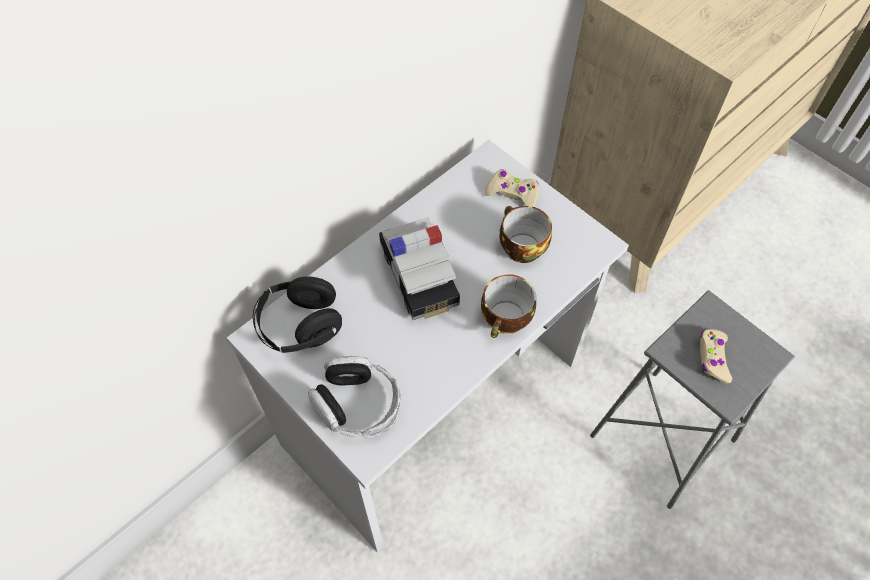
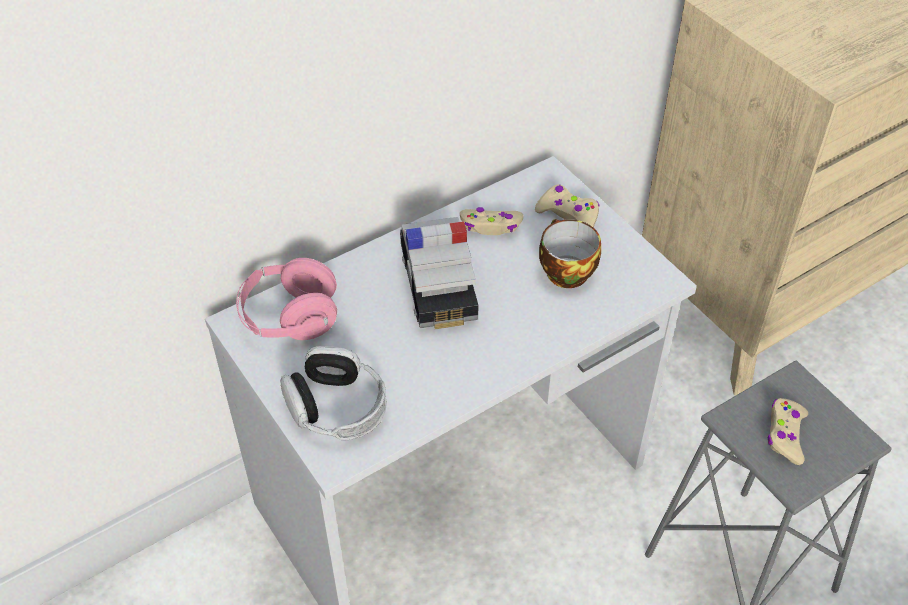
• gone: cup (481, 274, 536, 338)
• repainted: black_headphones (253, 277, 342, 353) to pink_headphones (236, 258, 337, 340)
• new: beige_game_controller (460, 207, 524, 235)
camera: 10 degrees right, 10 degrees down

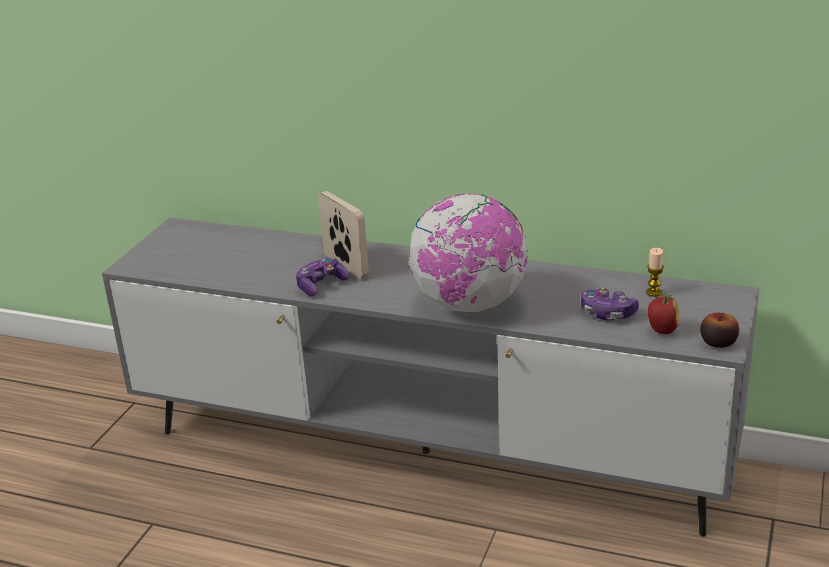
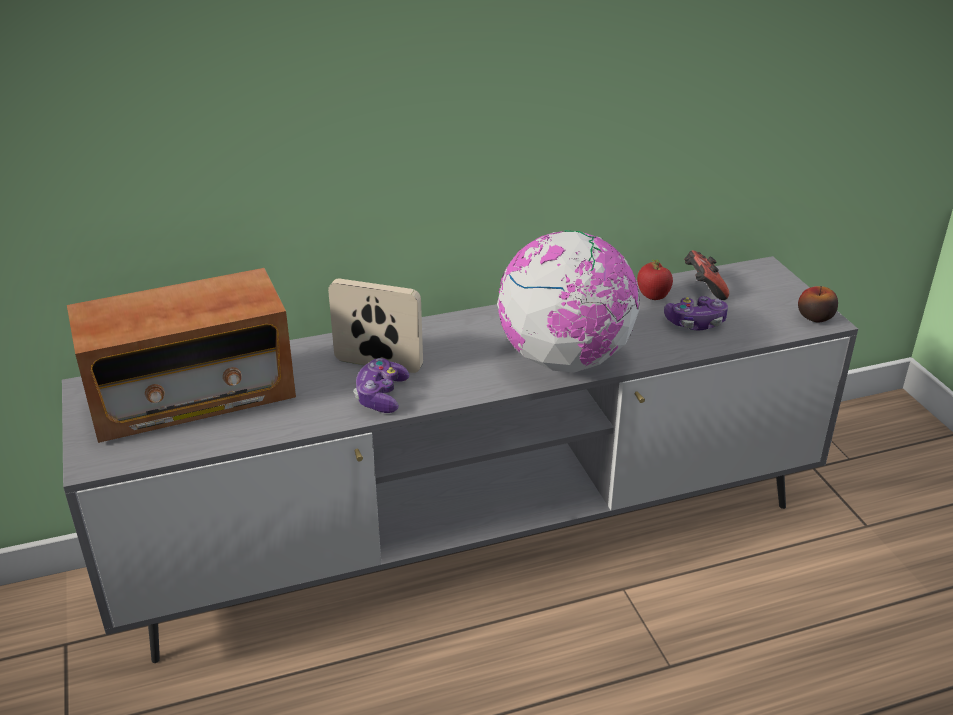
• swapped: candle (646, 248, 664, 297) to game_controller (684, 250, 729, 300)
• shifted: apple (647, 294, 679, 334) to (637, 260, 673, 300)
• new: radio (67, 268, 296, 443)
camera: 40 degrees left, 5 degrees up

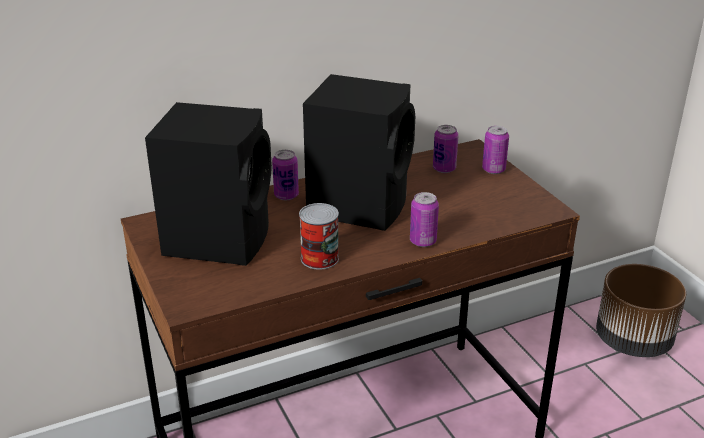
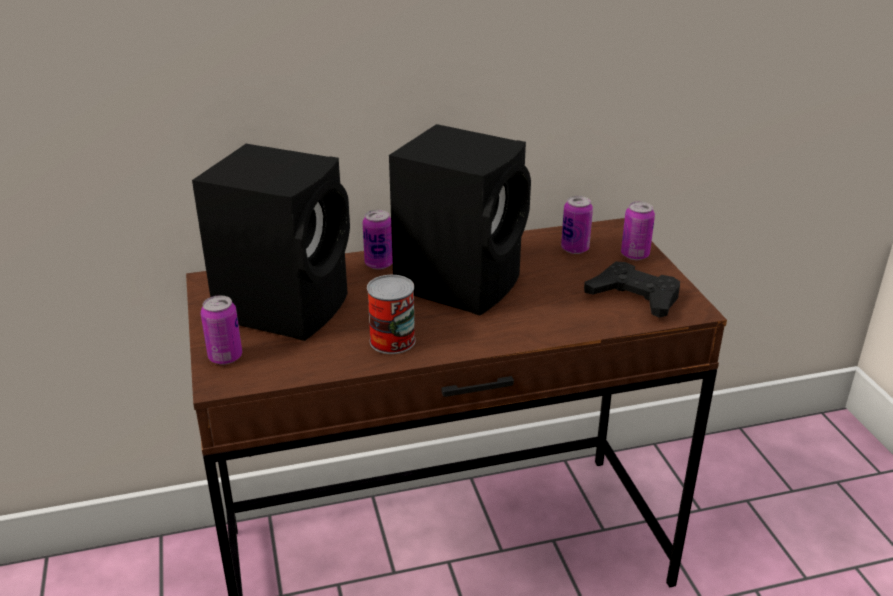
• shifted: can (410, 192, 439, 247) to (201, 295, 242, 365)
• gone: brown_planter (596, 264, 686, 357)
• new: black_game_controller (584, 262, 680, 318)
camera: 10 degrees right, 0 degrees up

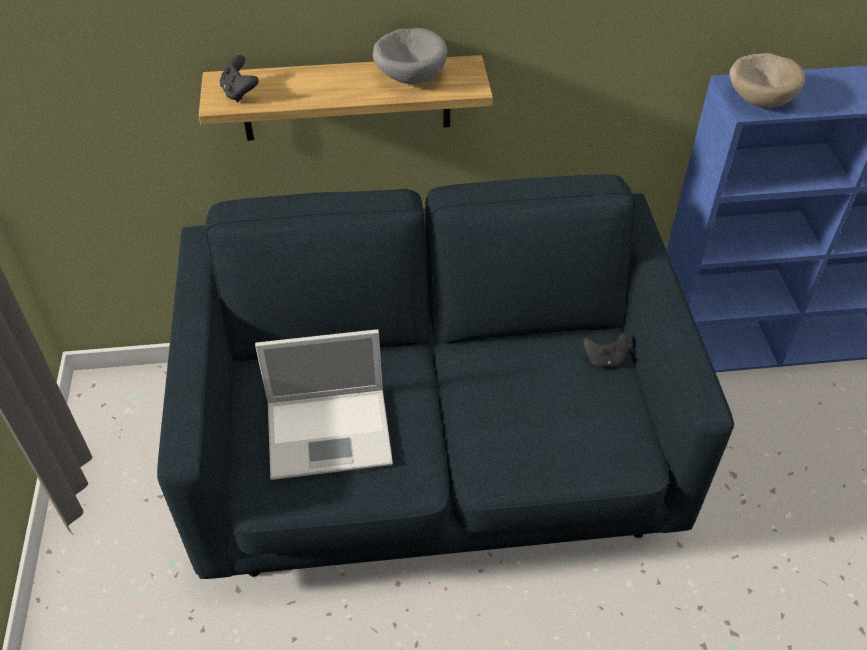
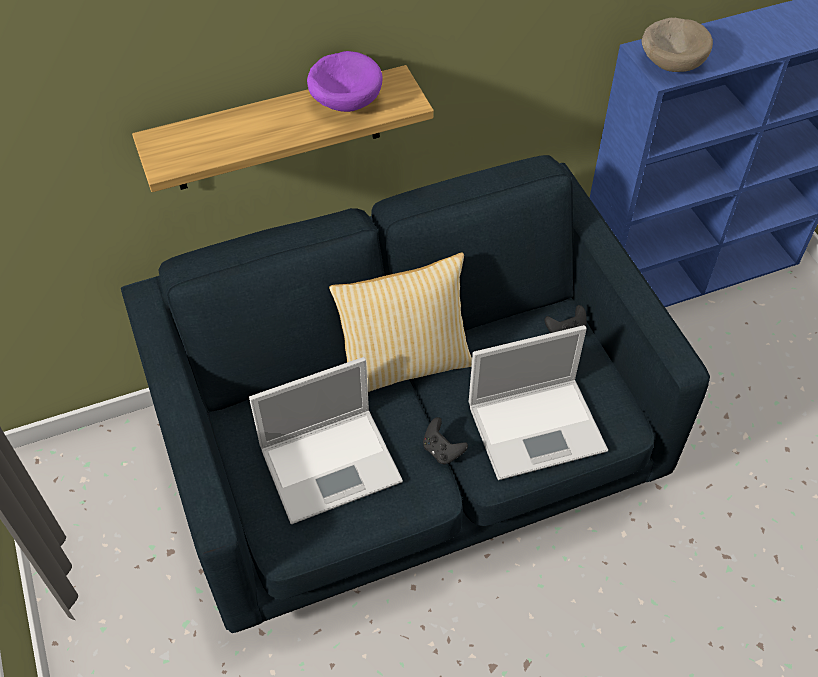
• repainted: grey_bowl (373, 28, 447, 84) to purple_bowl (307, 51, 382, 112)
• shifted: black_game_controller (220, 55, 259, 102) to (423, 417, 468, 464)
• new: pillow (329, 253, 472, 392)
• new: laptop (469, 325, 608, 480)
camera: 15 degrees left, 5 degrees up

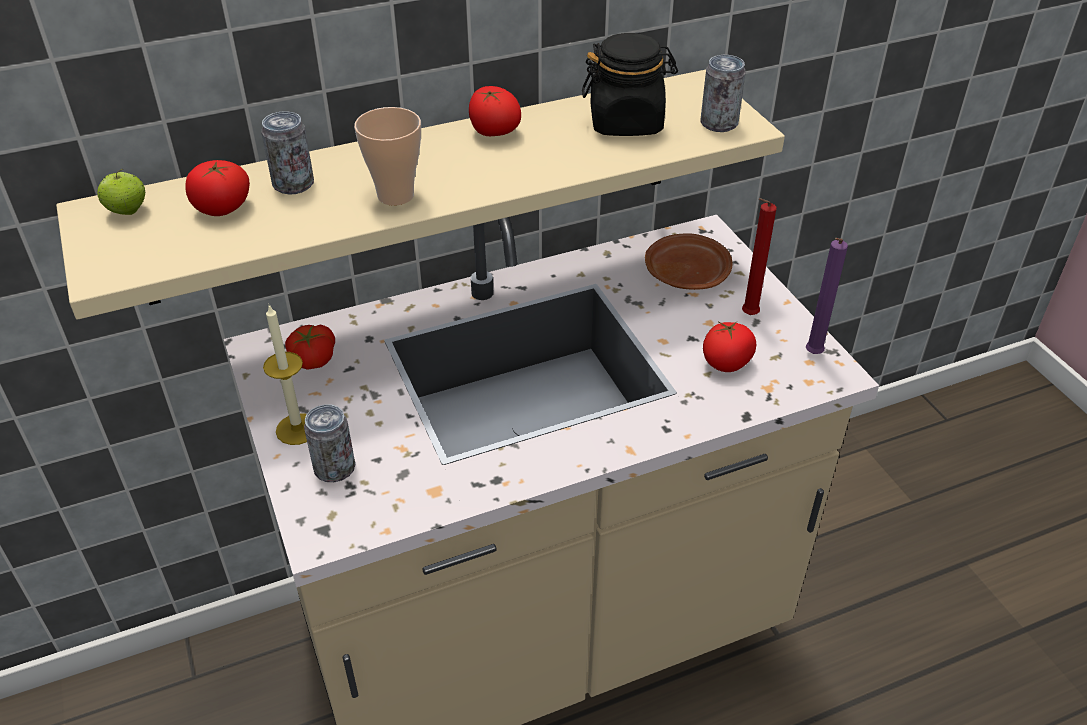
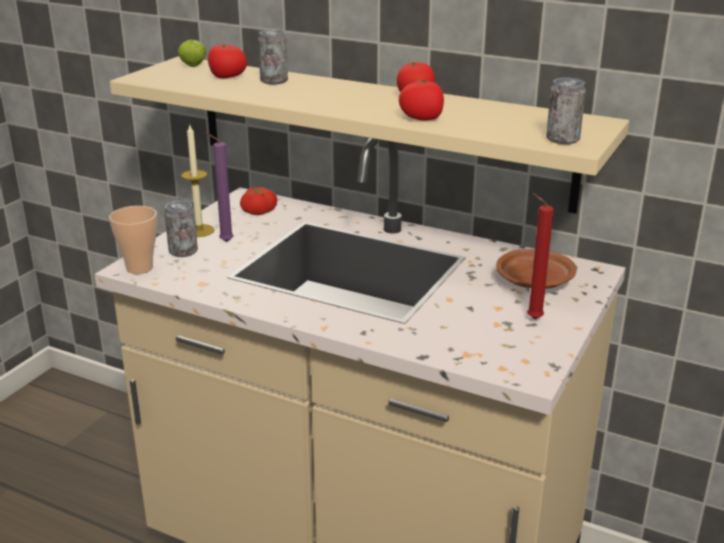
• gone: black_jar (582, 33, 678, 136)
• shifted: cup (354, 107, 421, 206) to (109, 206, 157, 274)
• shifted: purple_candle (806, 238, 848, 354) to (206, 133, 234, 242)
• shifted: tomato (703, 321, 756, 372) to (399, 79, 444, 121)
camera: 50 degrees right, 15 degrees down

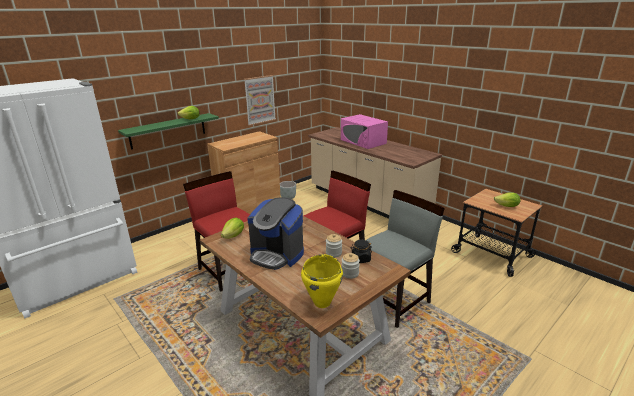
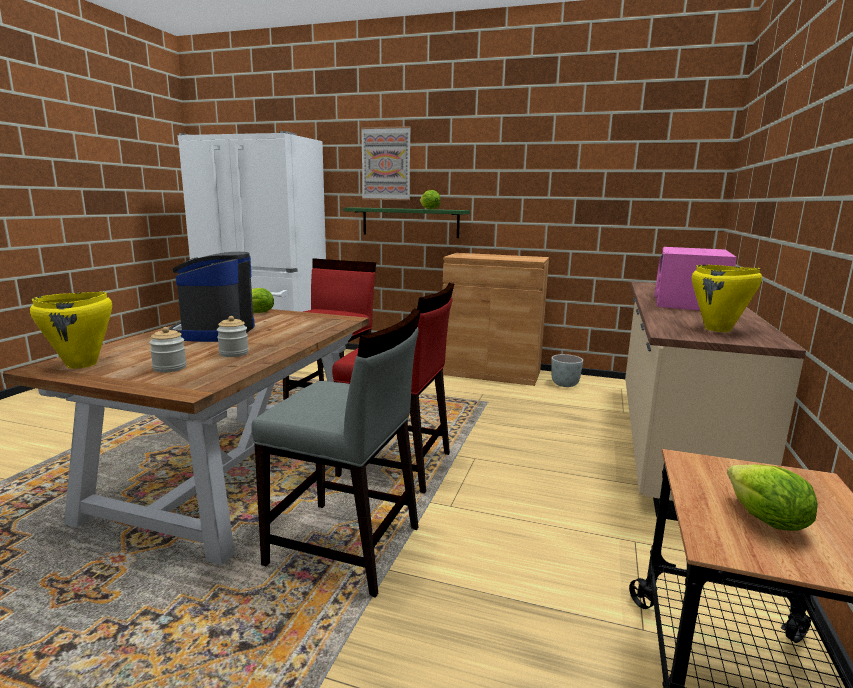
• shifted: picture (244, 75, 276, 126) to (361, 126, 411, 200)
• gone: black_jar (351, 240, 372, 263)
• new: yellow_cooking_pot (692, 265, 762, 332)
camera: 60 degrees right, 10 degrees down

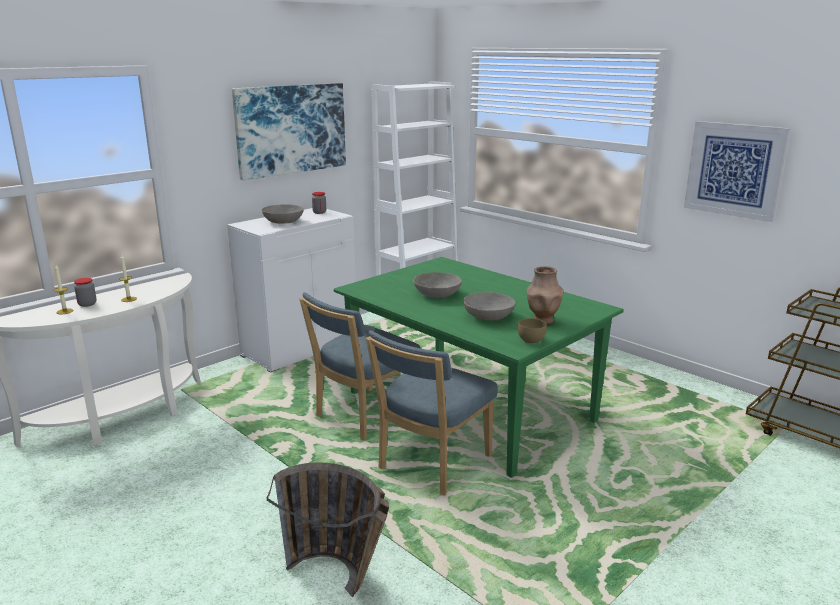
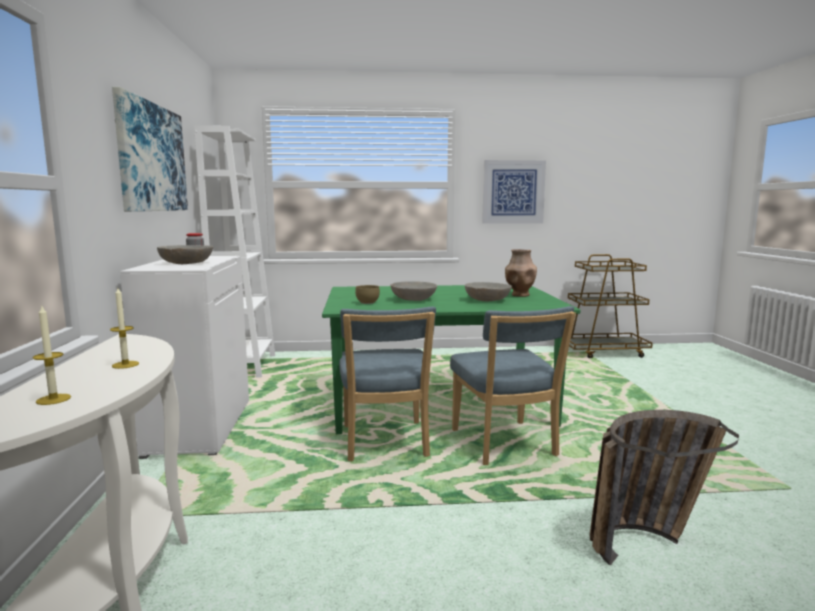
• gone: jar (74, 278, 97, 307)
• shifted: brown_bowl (518, 318, 547, 344) to (355, 285, 380, 304)
camera: 50 degrees left, 10 degrees down

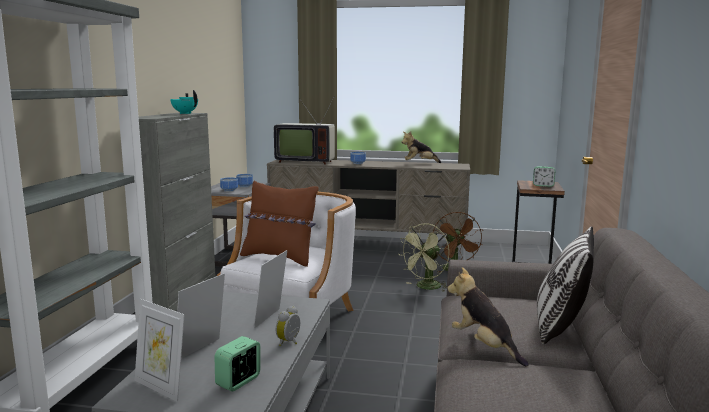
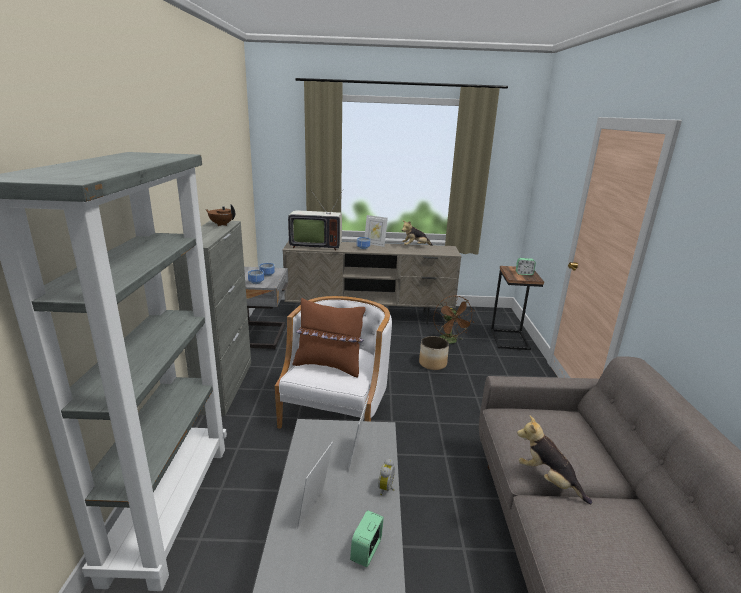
• repainted: turquoise_teapot (170, 90, 198, 114) to brown_teapot (205, 204, 235, 226)
• swapped: green_fan (399, 223, 449, 292) to planter (419, 336, 449, 370)
• gone: pillow (537, 226, 594, 344)
• shifted: picture_frame (134, 299, 185, 402) to (365, 215, 388, 247)
camera: 10 degrees left, 10 degrees up

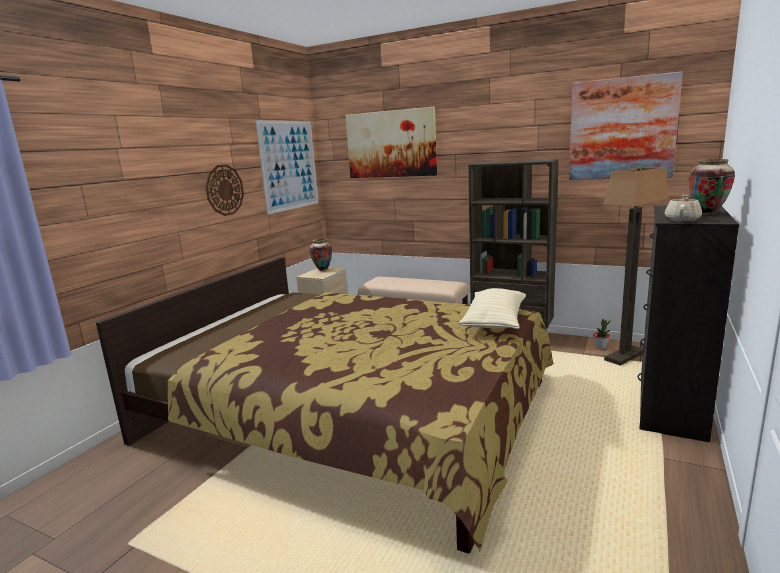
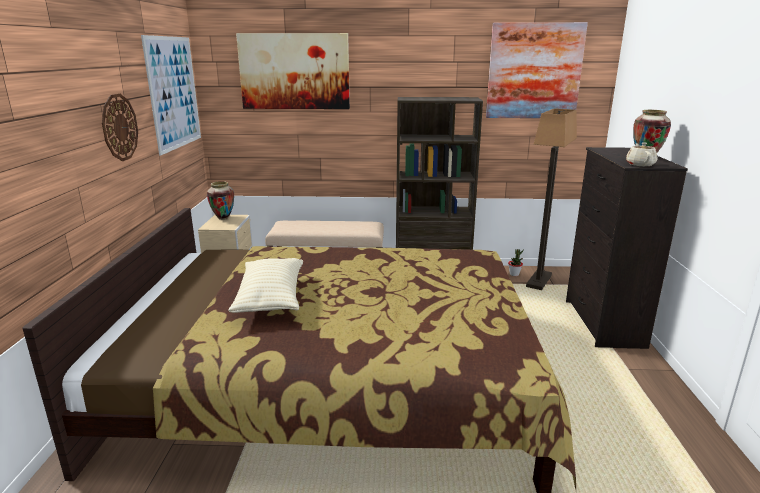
• shifted: beige_pillow (459, 288, 526, 329) to (228, 258, 303, 313)
camera: 25 degrees left, 5 degrees up

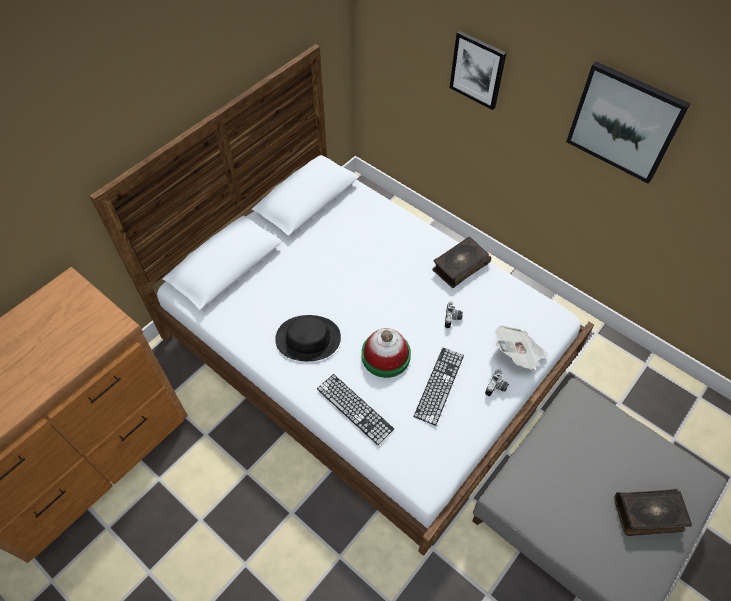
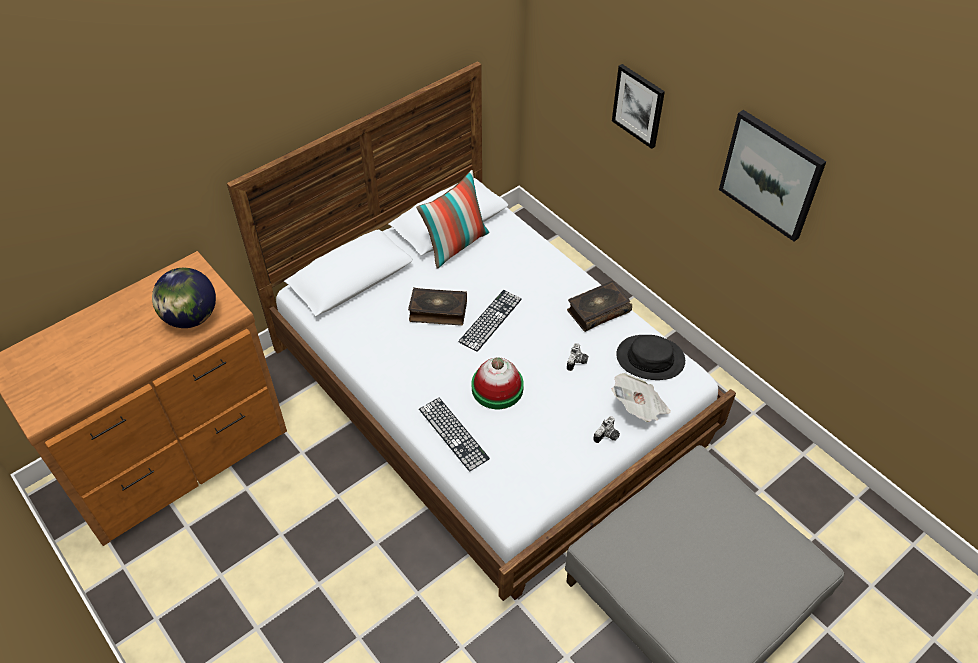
• shifted: black_hat (275, 315, 341, 361) to (616, 335, 685, 380)
• shifted: keyboard (414, 348, 464, 426) to (458, 290, 522, 352)
• shifted: book (614, 489, 692, 536) to (408, 287, 467, 325)
• new: pillow (416, 170, 490, 269)
• new: globe (152, 268, 216, 328)
camera: 10 degrees right, 5 degrees down

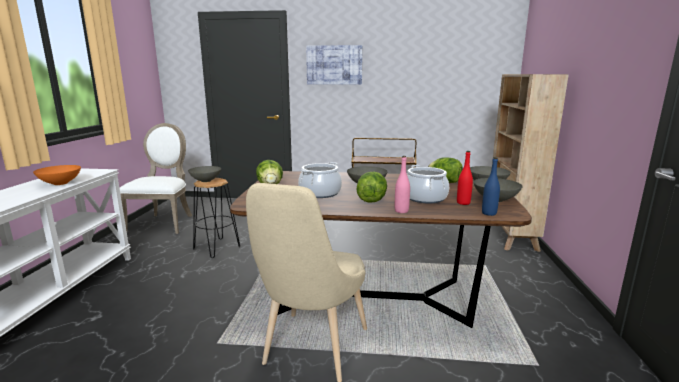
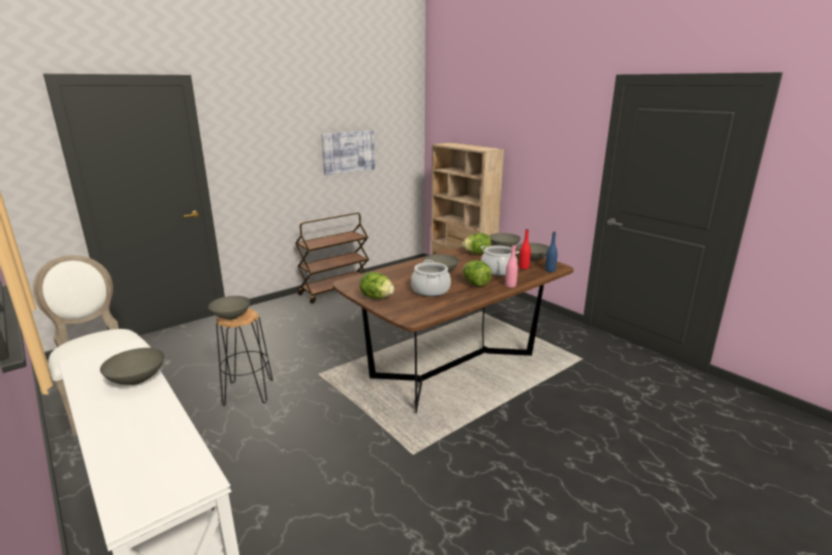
• shifted: picture (306, 45, 362, 85) to (321, 130, 375, 175)
• repainted: orange_bowl (33, 165, 81, 185) to grey_bowl (100, 348, 164, 385)
• gone: beige_chair (246, 183, 367, 382)
camera: 45 degrees left, 5 degrees up

